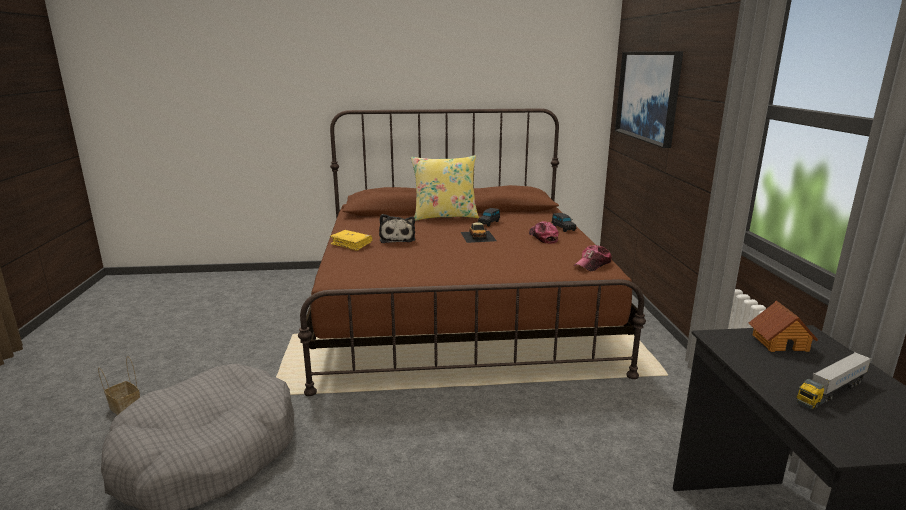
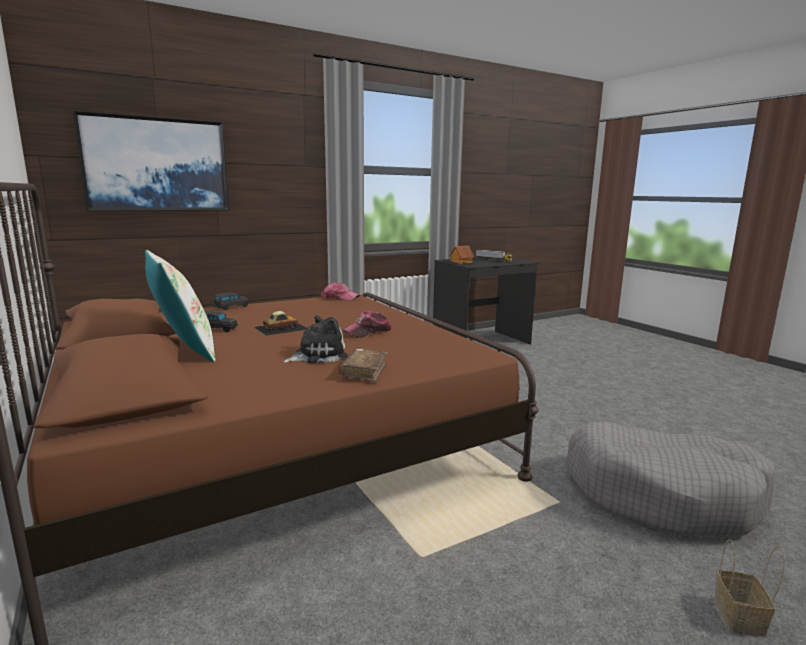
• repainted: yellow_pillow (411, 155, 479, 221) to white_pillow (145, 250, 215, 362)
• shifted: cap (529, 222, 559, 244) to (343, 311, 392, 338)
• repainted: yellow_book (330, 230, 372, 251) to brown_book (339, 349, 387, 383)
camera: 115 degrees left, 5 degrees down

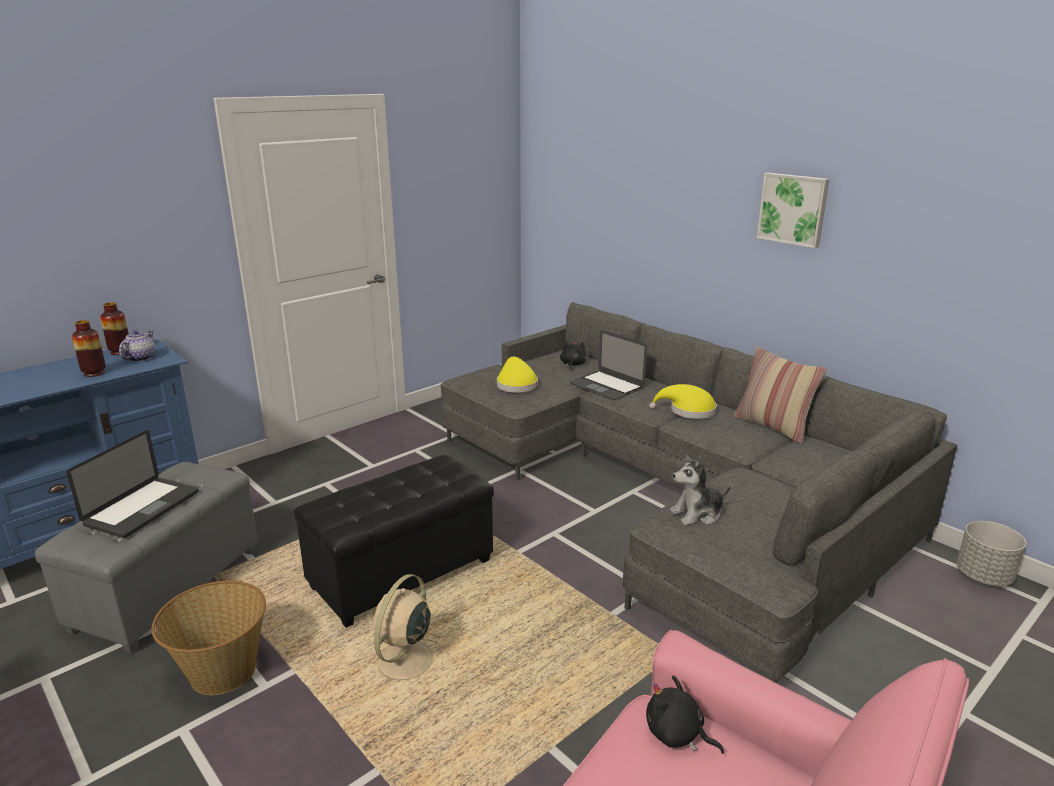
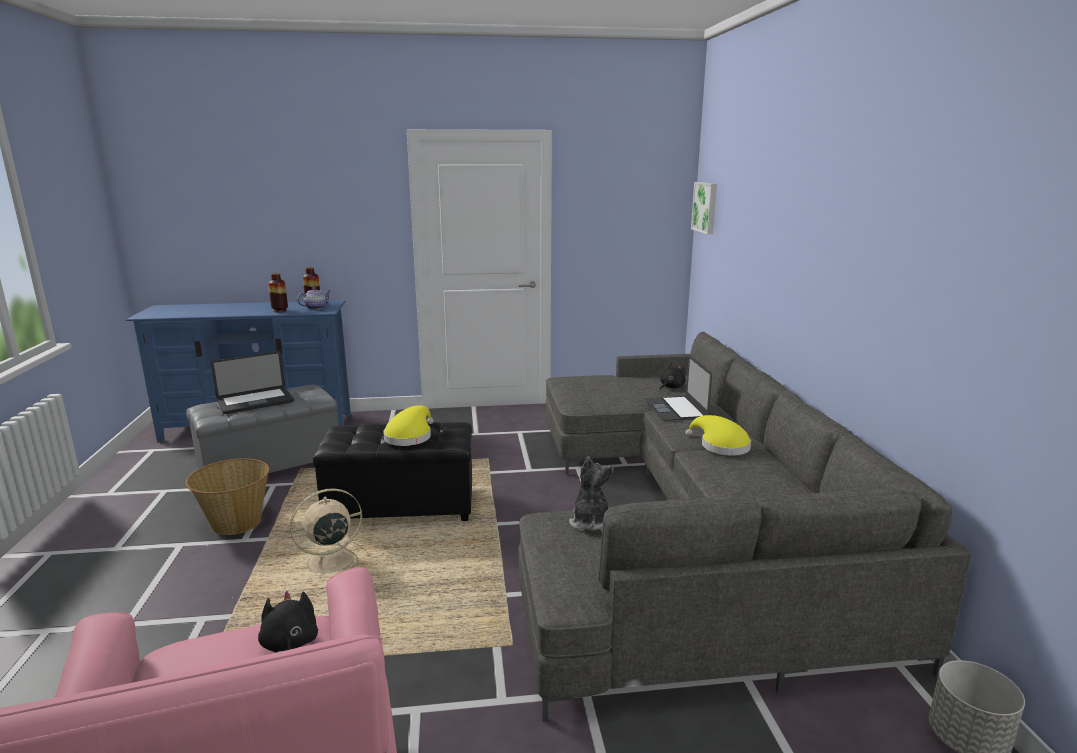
• shifted: picture (757, 173, 830, 248) to (691, 182, 717, 234)
• gone: pillow (734, 347, 827, 444)
• shifted: yellow_hat (497, 357, 538, 393) to (383, 405, 434, 446)
• rotated: plush_toy (670, 454, 731, 526) = (569, 456, 615, 531) 75 degrees clockwise
camera: 35 degrees right, 5 degrees down

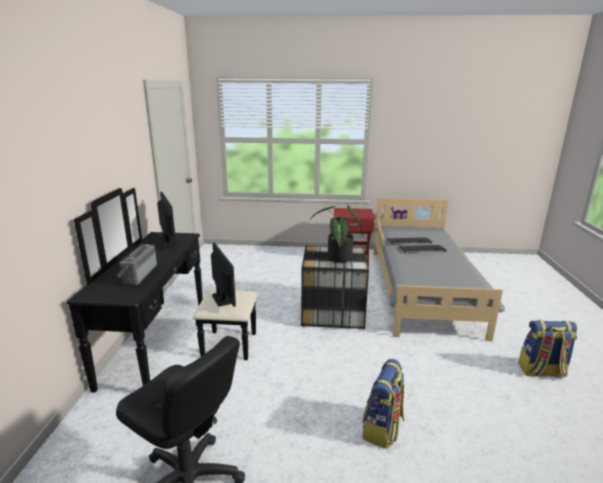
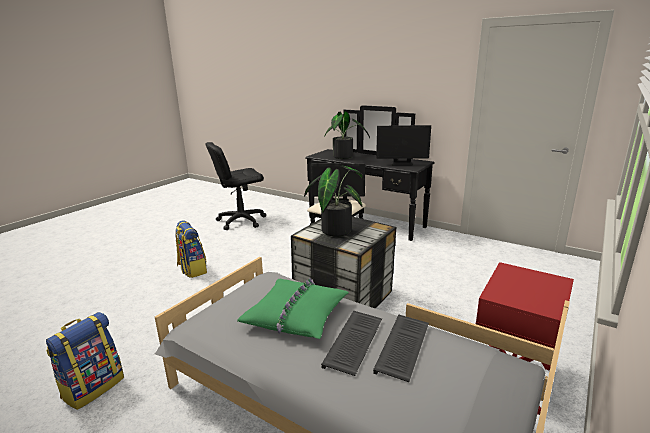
• swapped: radio (116, 244, 157, 285) to potted_plant (324, 111, 370, 159)
• new: green_pillow (237, 278, 349, 339)
camera: 120 degrees right, 0 degrees up

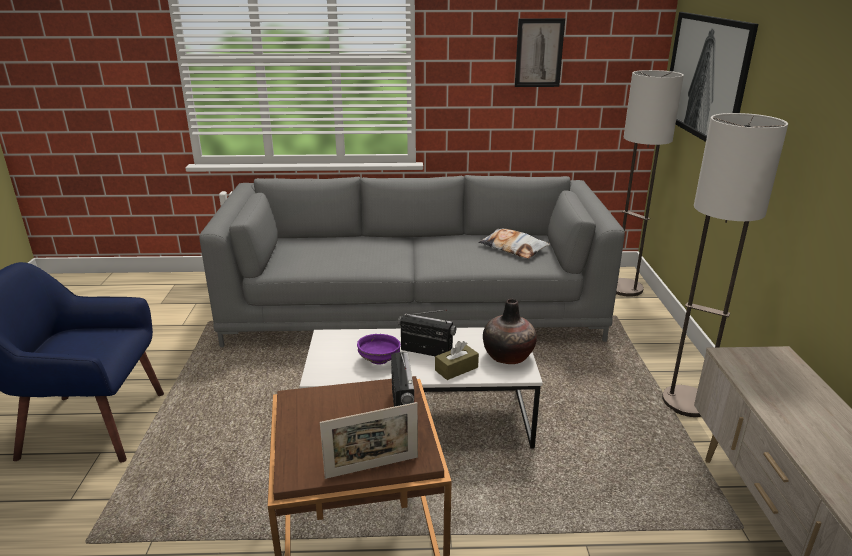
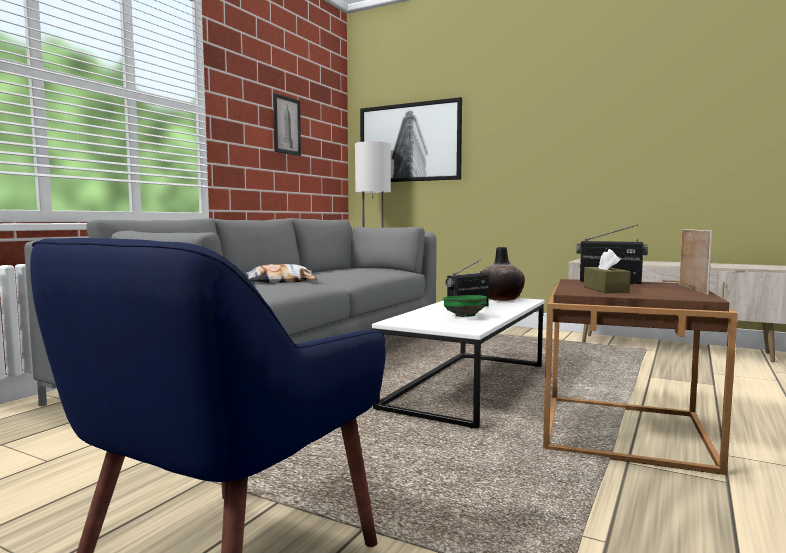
• gone: floor_lamp (662, 113, 788, 417)
• shifted: pillow (479, 229, 550, 259) to (246, 264, 317, 283)
• repainted: purple_bowl (357, 334, 401, 364) to green_bowl (443, 295, 487, 317)
• shifted: brown_tissue_box (435, 341, 479, 380) to (584, 249, 631, 293)
camera: 60 degrees left, 20 degrees down

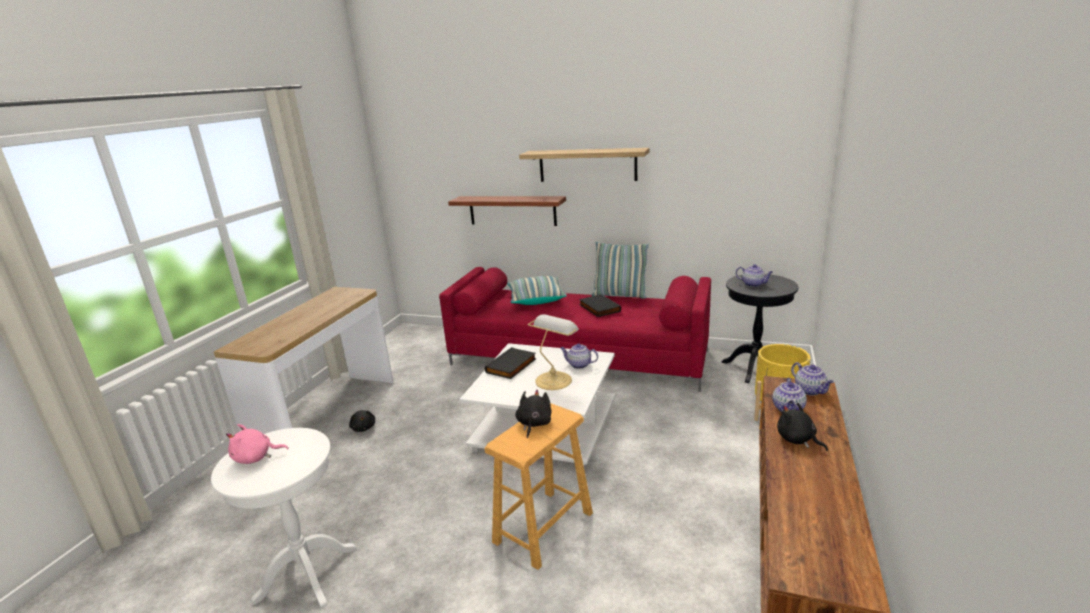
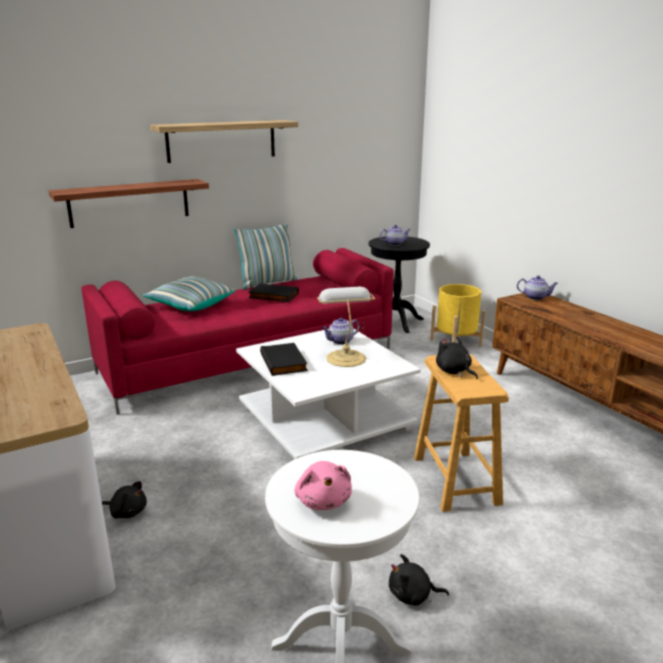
• gone: teapot (772, 378, 807, 412)
• shifted: black_plush_toy (777, 403, 828, 451) to (389, 554, 449, 605)
• rotated: pink_plush_toy (226, 424, 289, 464) = (295, 461, 352, 510) 45 degrees counterclockwise
camera: 50 degrees left, 0 degrees up

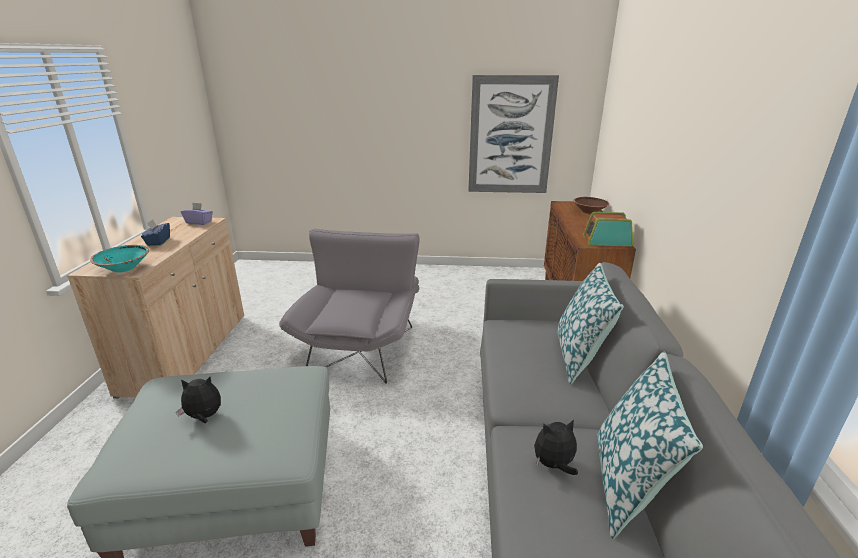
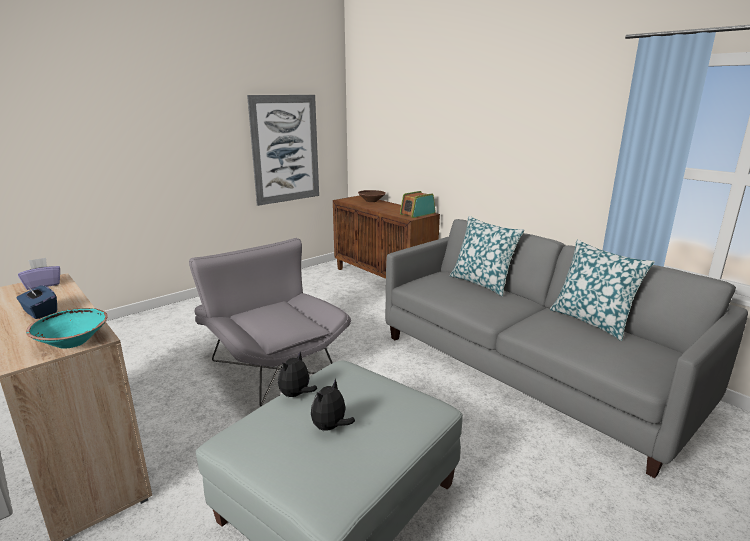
• shifted: plush_toy (534, 419, 578, 475) to (278, 352, 317, 397)
camera: 45 degrees left, 5 degrees down

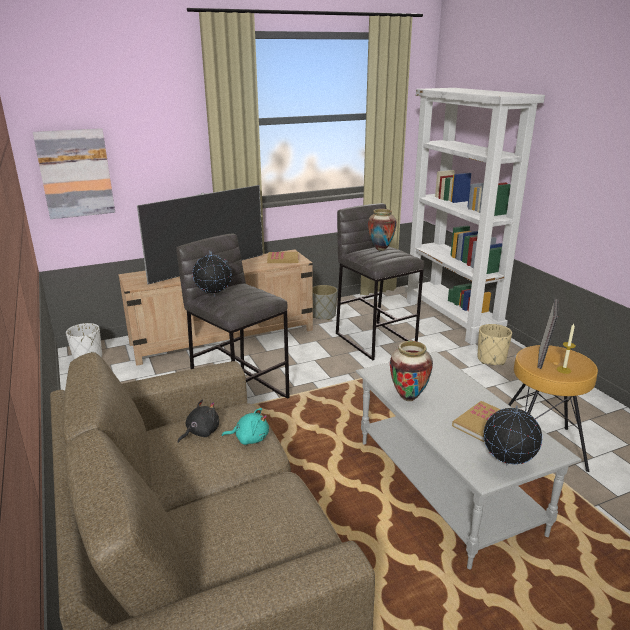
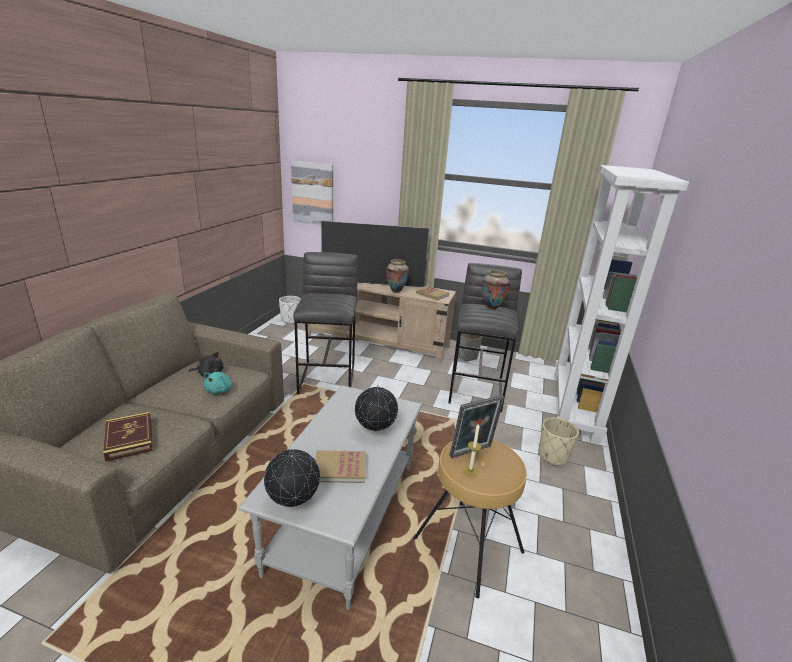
• shifted: globe (193, 251, 232, 297) to (355, 385, 398, 432)
• shifted: vase (390, 341, 433, 401) to (386, 259, 409, 293)
• rotated: turquoise_plush_toy (222, 408, 269, 445) = (204, 372, 232, 394) 60 degrees clockwise
• new: book (103, 412, 153, 462)
camera: 40 degrees right, 0 degrees up

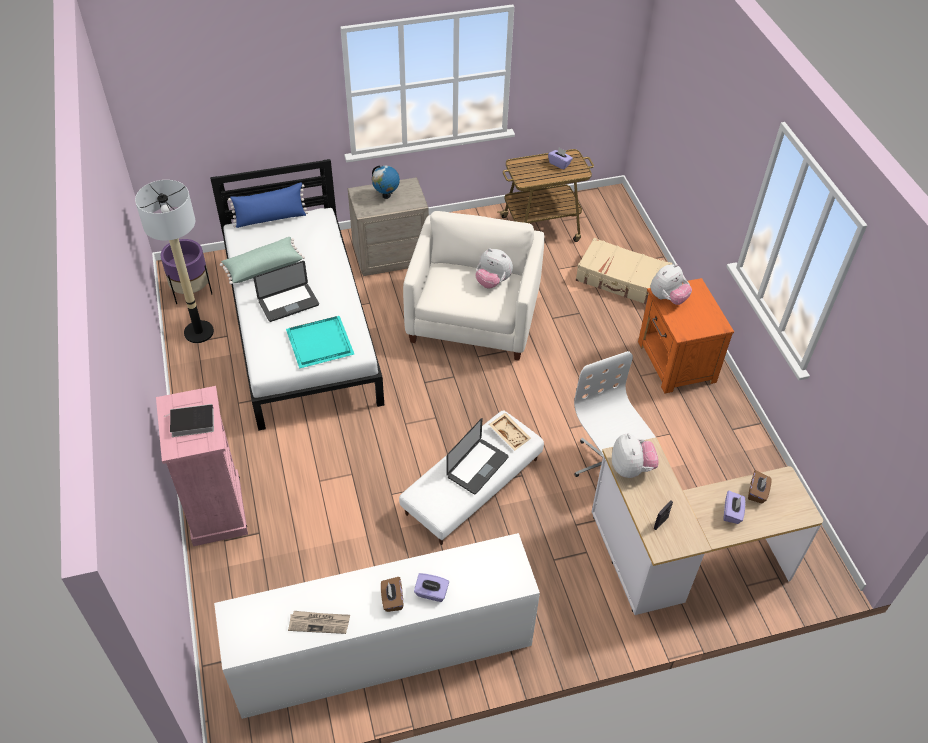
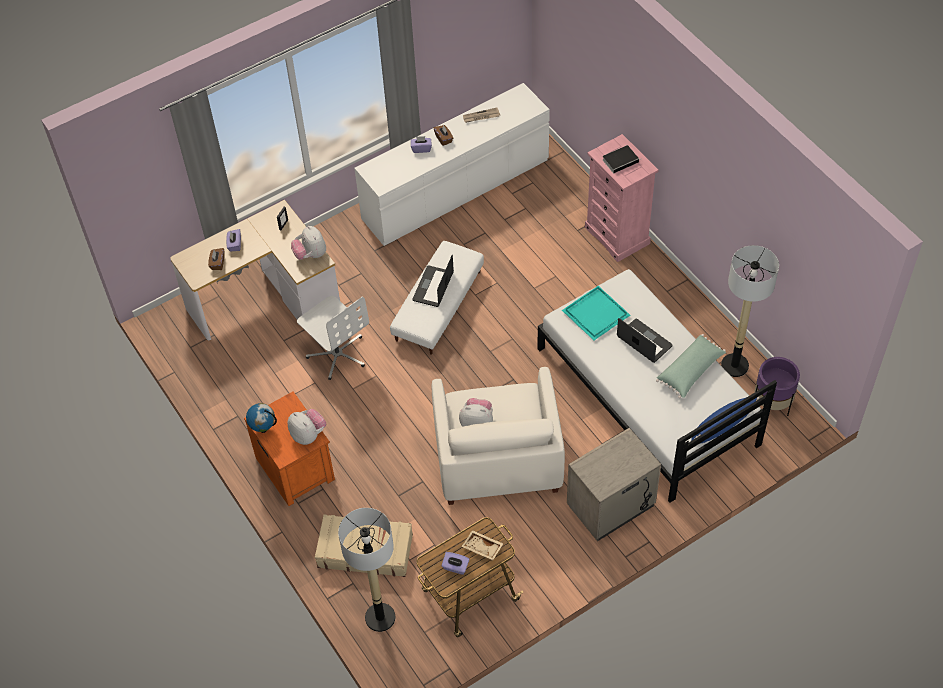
• shifted: globe (372, 165, 400, 199) to (246, 403, 277, 433)
• rotated: laptop (253, 261, 319, 322) = (617, 318, 673, 363) 90 degrees clockwise
• rotated: plush_toy (651, 264, 692, 305) = (288, 409, 326, 445) 105 degrees clockwise
• shifted: beige_tray (489, 413, 531, 451) to (461, 530, 503, 560)
• new: floor_lamp (338, 508, 395, 632)
camera: 165 degrees right, 5 degrees up

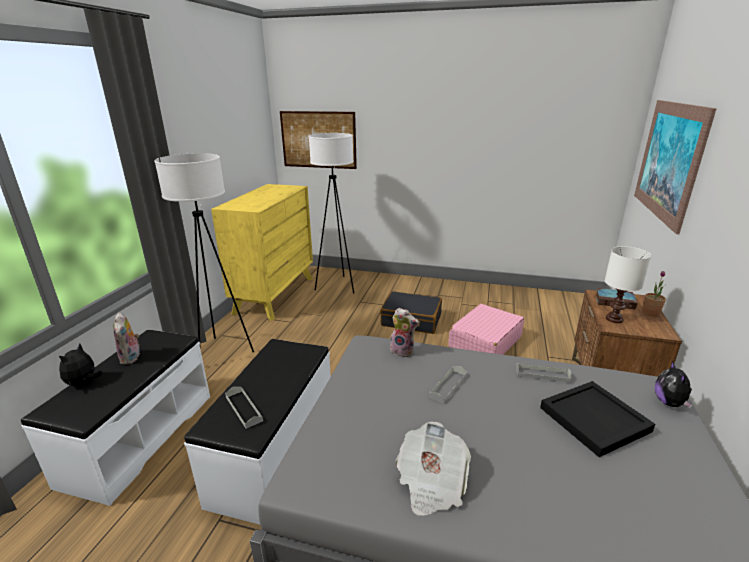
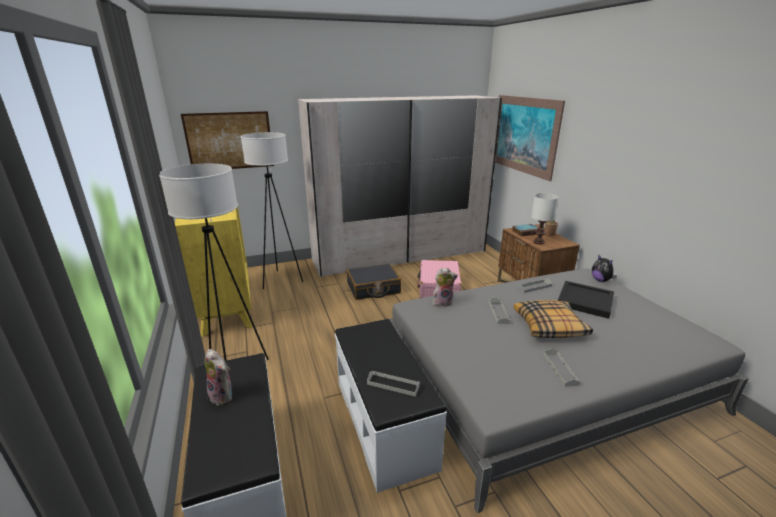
• gone: plush_toy (59, 343, 103, 386)
• swapped: newspaper (396, 422, 471, 516) to grey_tray (543, 348, 581, 387)
• new: white_wardrobe (298, 95, 502, 278)
• new: pillow (514, 300, 593, 338)
camera: 35 degrees left, 0 degrees up

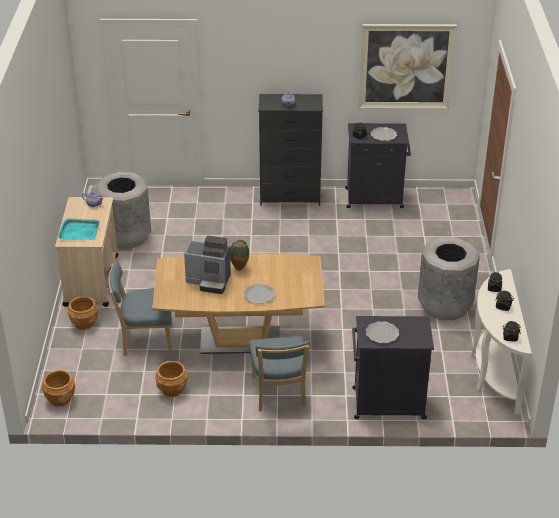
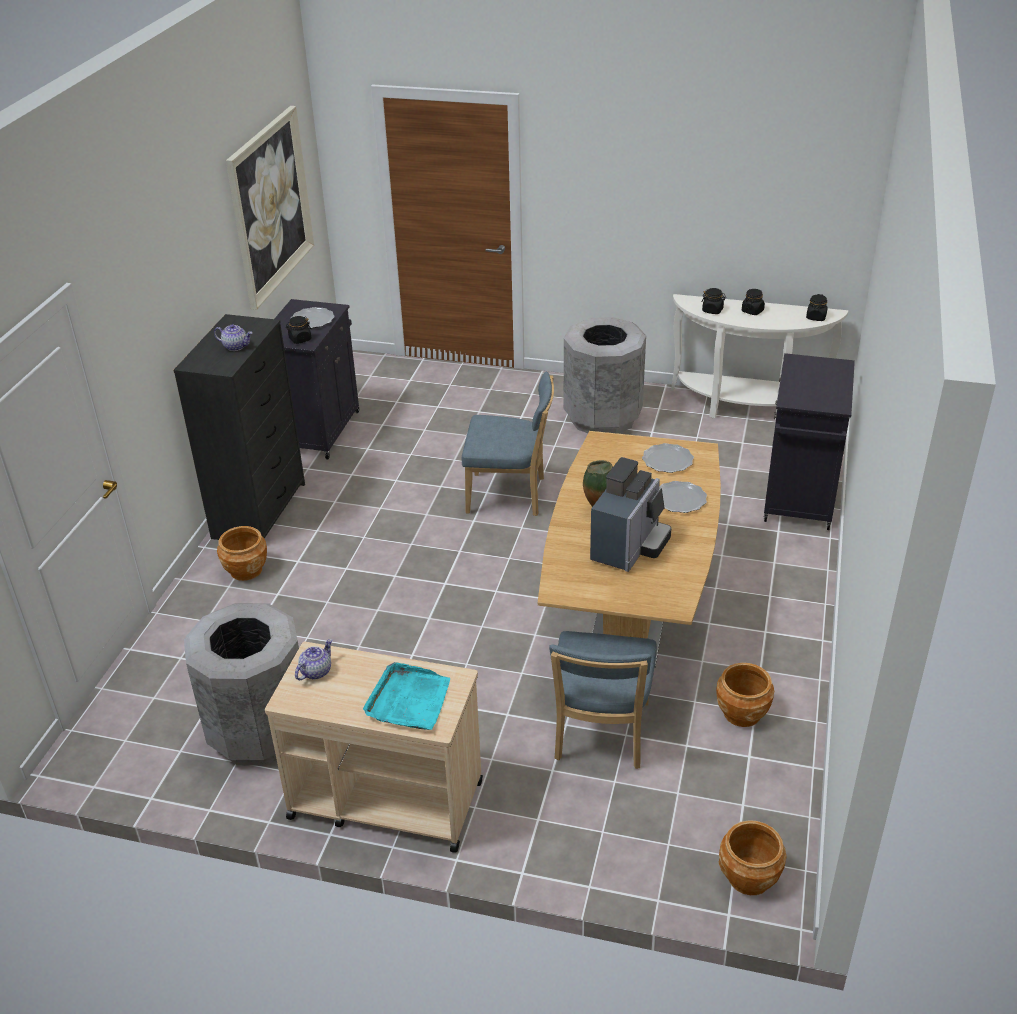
• shifted: brown_planter (68, 296, 98, 330) to (217, 526, 267, 581)
• shifted: plate (366, 321, 399, 343) to (642, 443, 694, 473)
• shifted: blue_chair (249, 336, 310, 411) to (462, 371, 554, 516)
camera: 75 degrees left, 0 degrees up

